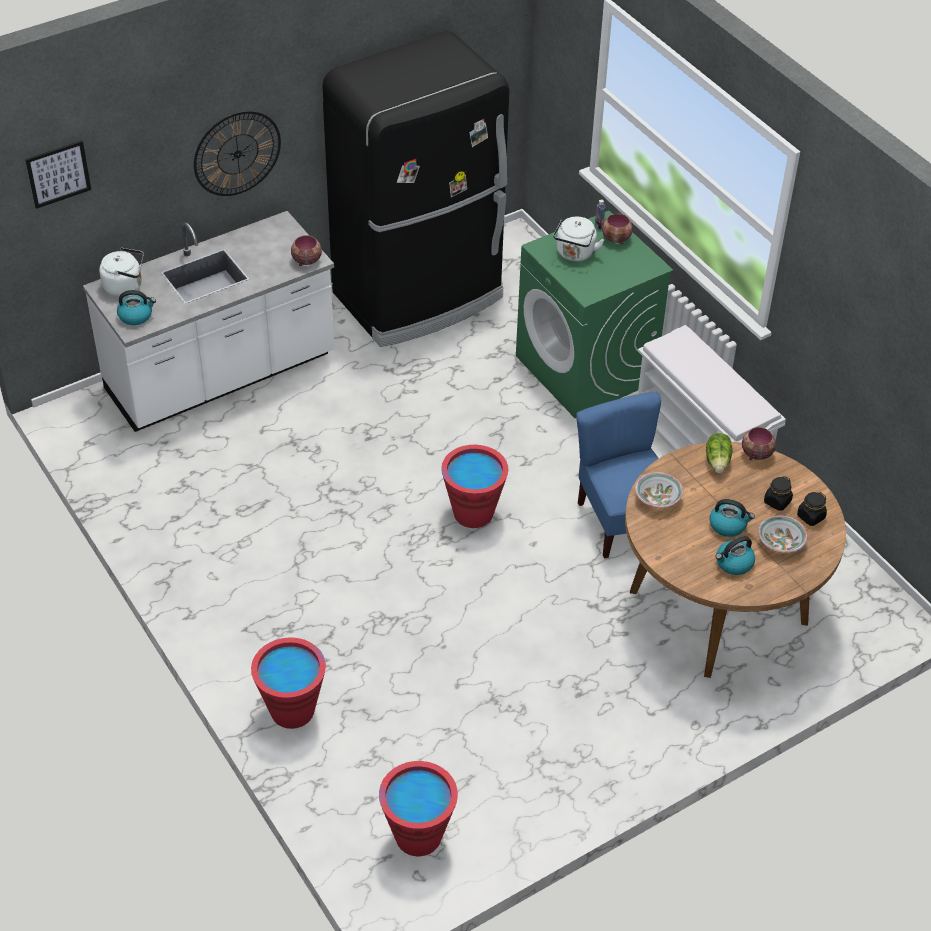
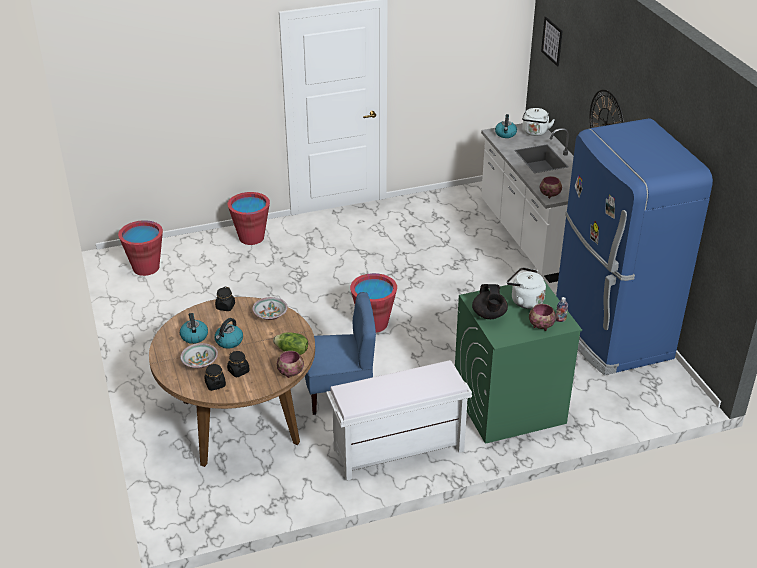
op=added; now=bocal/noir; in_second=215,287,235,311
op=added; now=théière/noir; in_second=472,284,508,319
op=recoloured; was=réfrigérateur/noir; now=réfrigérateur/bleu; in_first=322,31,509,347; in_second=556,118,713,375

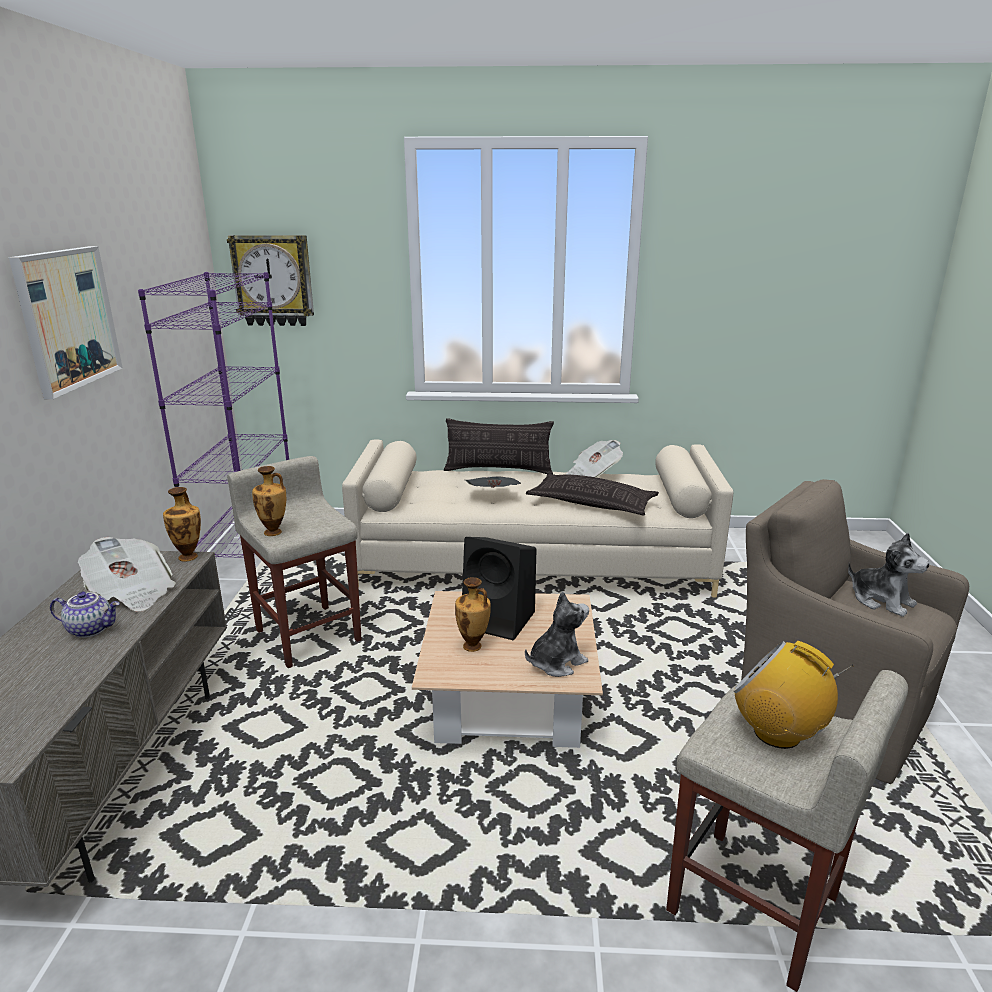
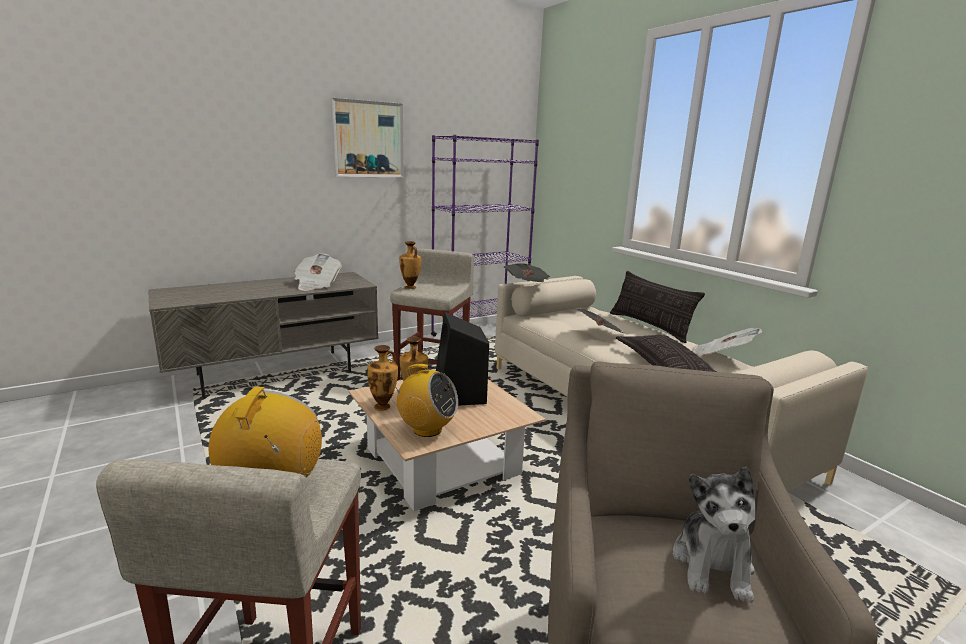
op=moved; was=vase; in_first=163,487,201,562; in_second=367,345,398,411
op=replaced; was=peluche; now=radio; in_first=525,591,589,677; in_second=391,364,458,437
op=added; now=journal; in_second=504,263,550,282
op=removed; was=théière; in_first=50,592,120,638
op=removed; was=horloge murale; in_first=227,235,314,326

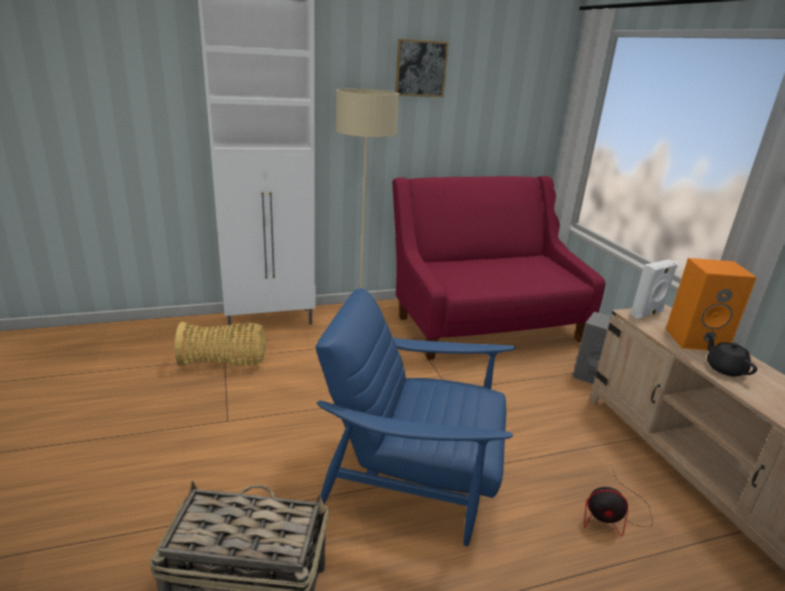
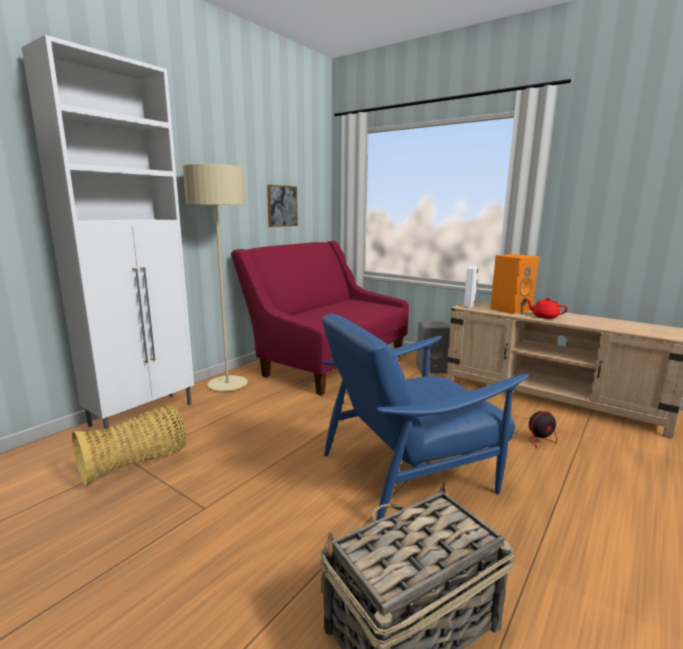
op=moved; was=tableau; in_first=395,39,449,97; in_second=267,185,298,227
op=recoloured; was=théière/noir; now=théière/rouge; in_first=707,334,757,377; in_second=525,298,568,319

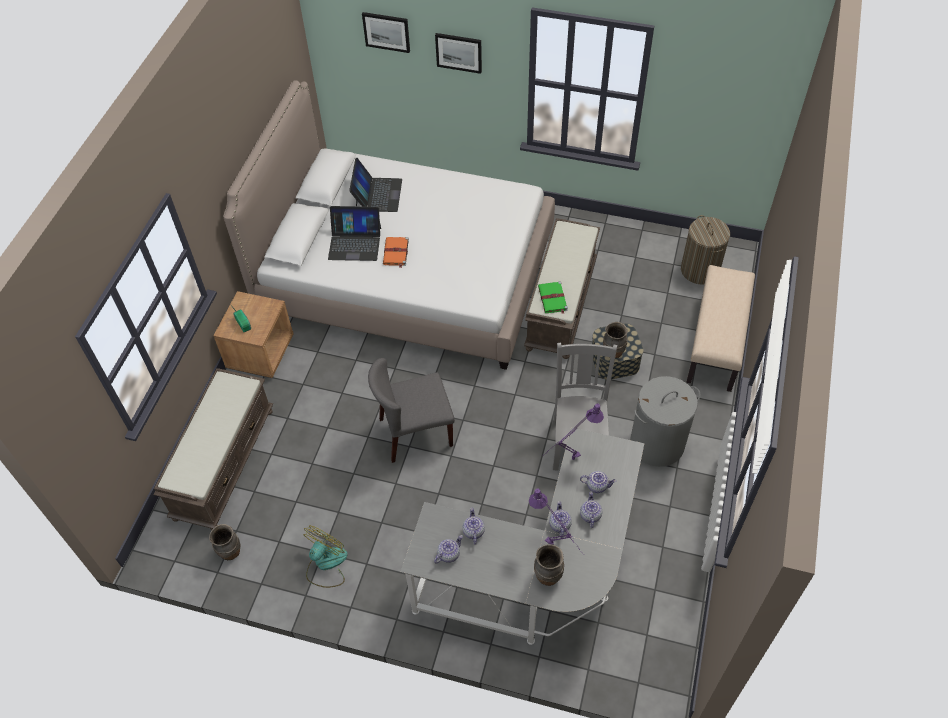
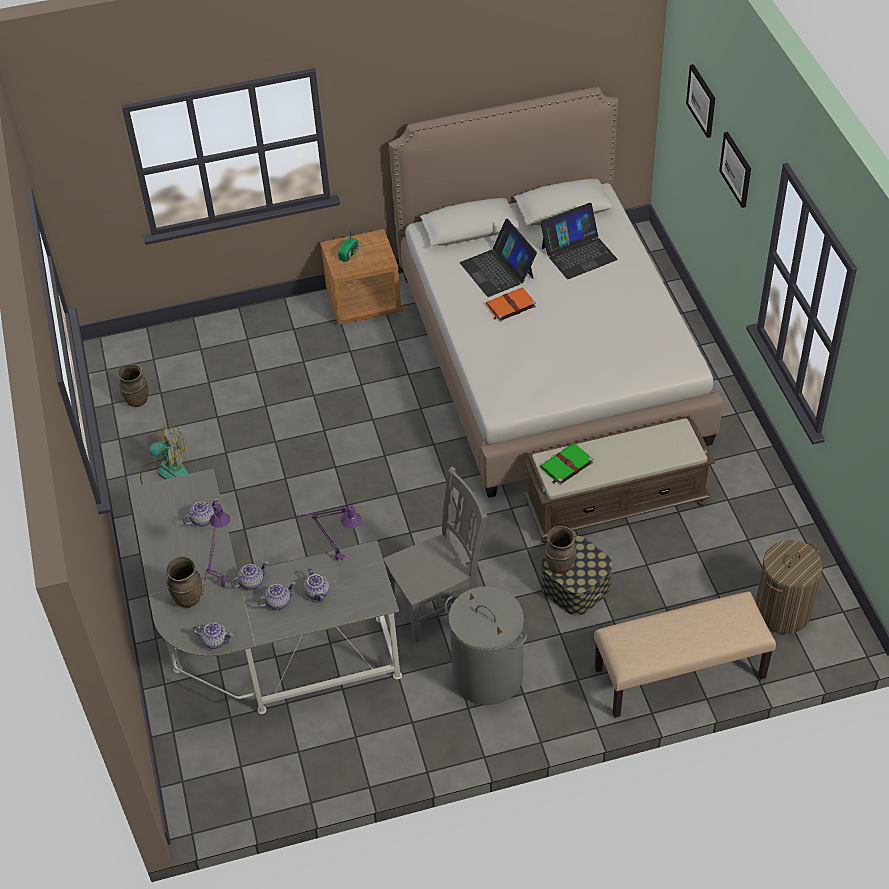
op=moved; was=théière; in_first=434,535,463,563; in_second=193,622,233,649
op=removed; was=banc/marron; in_first=154,368,273,531
op=removed; was=chaise/gris; in_first=368,358,455,463

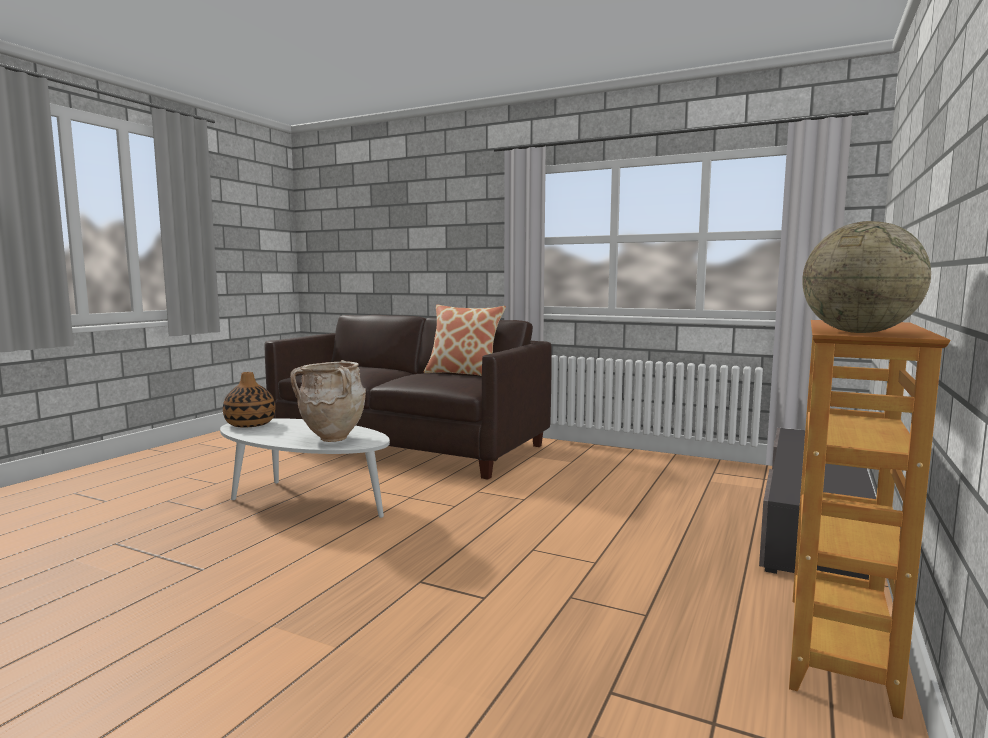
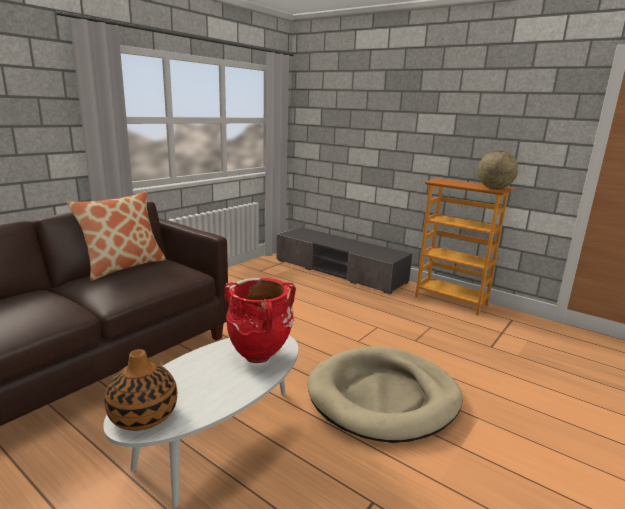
op=recoloured; was=vase/beige; now=vase/rouge; in_first=290,360,366,442; in_second=224,278,296,363
op=added; now=panier pour chien/beige; in_second=308,346,463,443

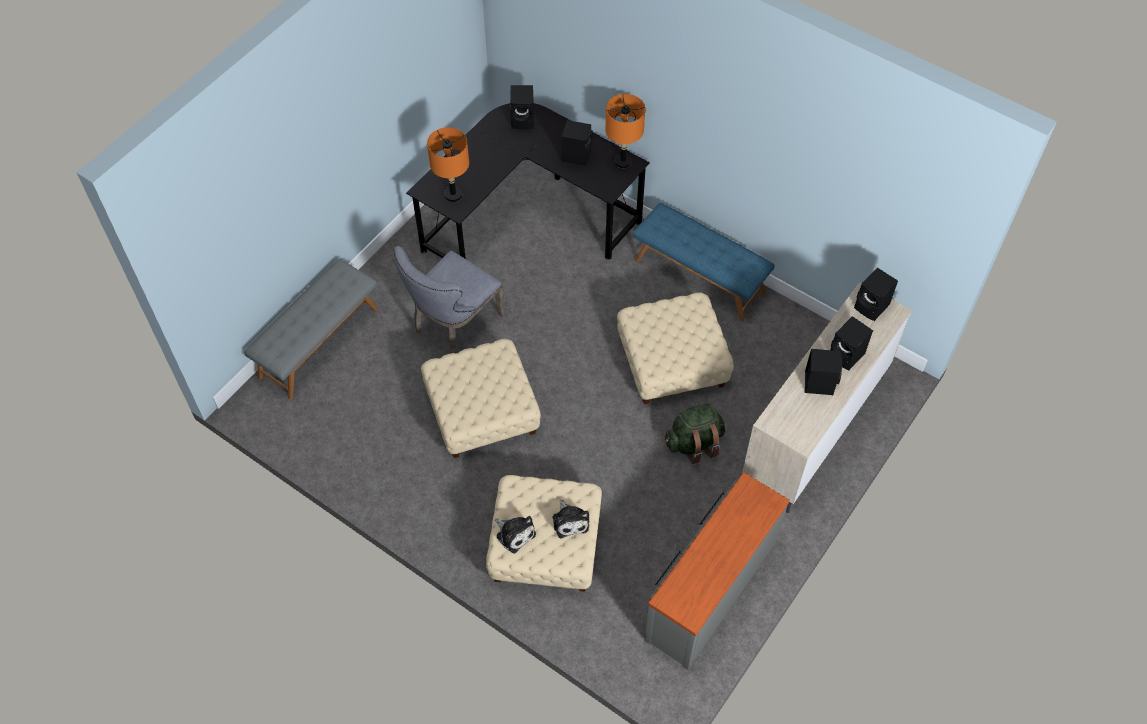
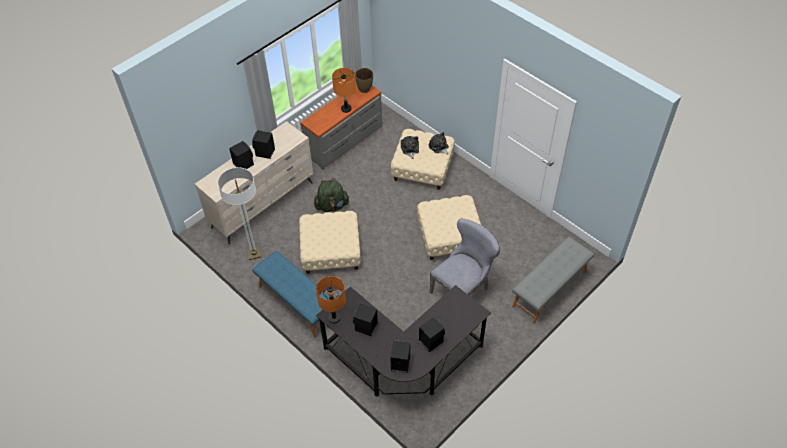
op=added; now=lampadaire; in_second=218,167,261,260
op=moved; was=lampe de table/orange; in_first=427,127,469,202; in_second=332,68,356,113
op=added; now=vase/marron; in_second=355,68,373,93
op=moved; was=enceinte/noir; in_first=854,268,898,321; in_second=419,317,445,352

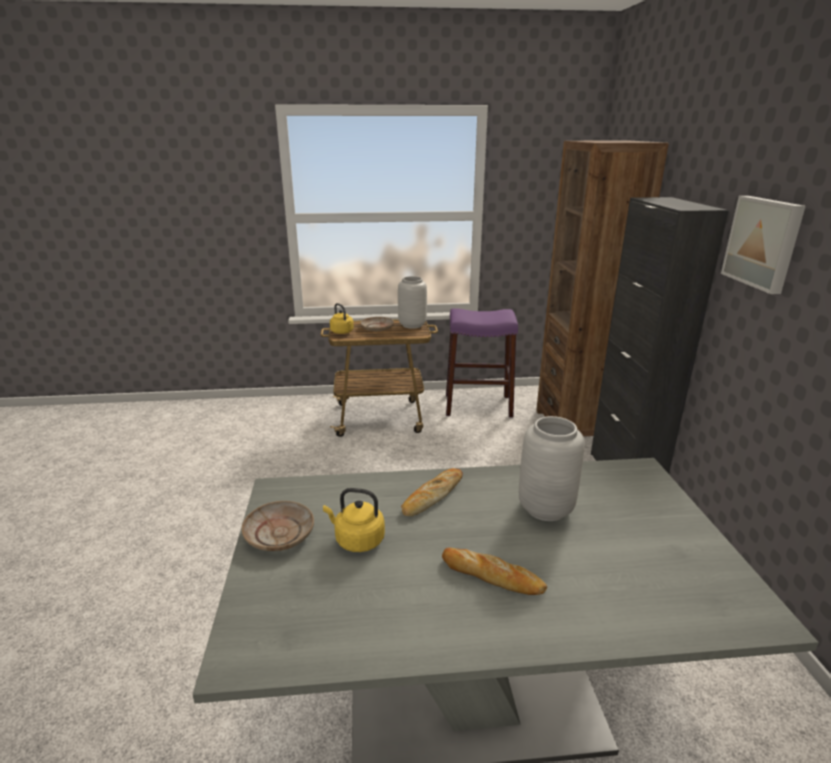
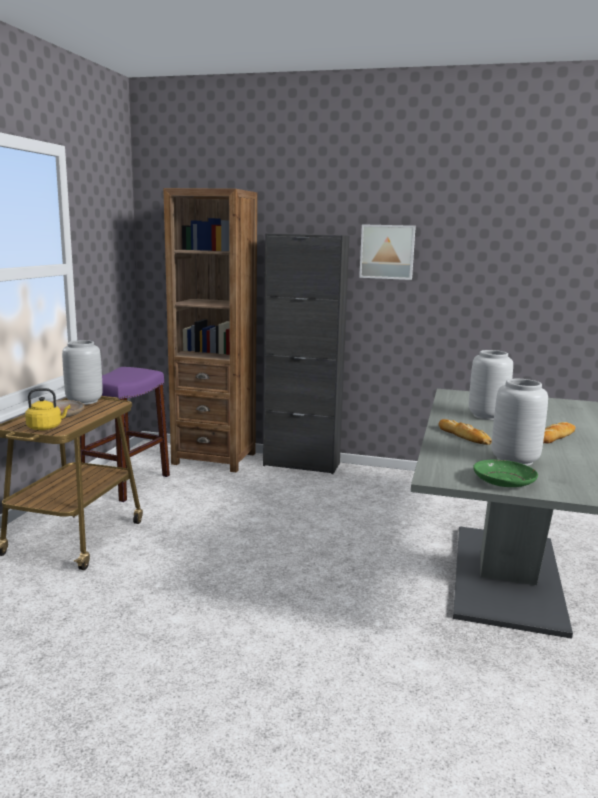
op=recoloured; was=assiette/beige; now=assiette/vert; in_first=242,501,314,551; in_second=473,460,538,487
op=replaced; was=bouilloire/jaune; now=vase/gris; in_first=323,488,385,552; in_second=492,379,548,466

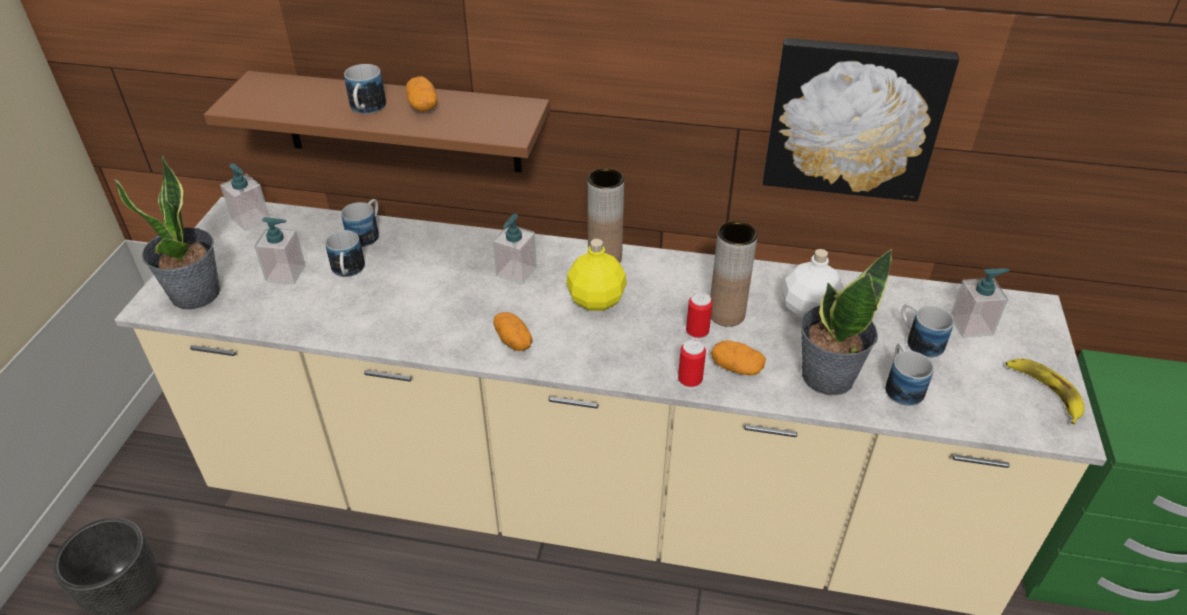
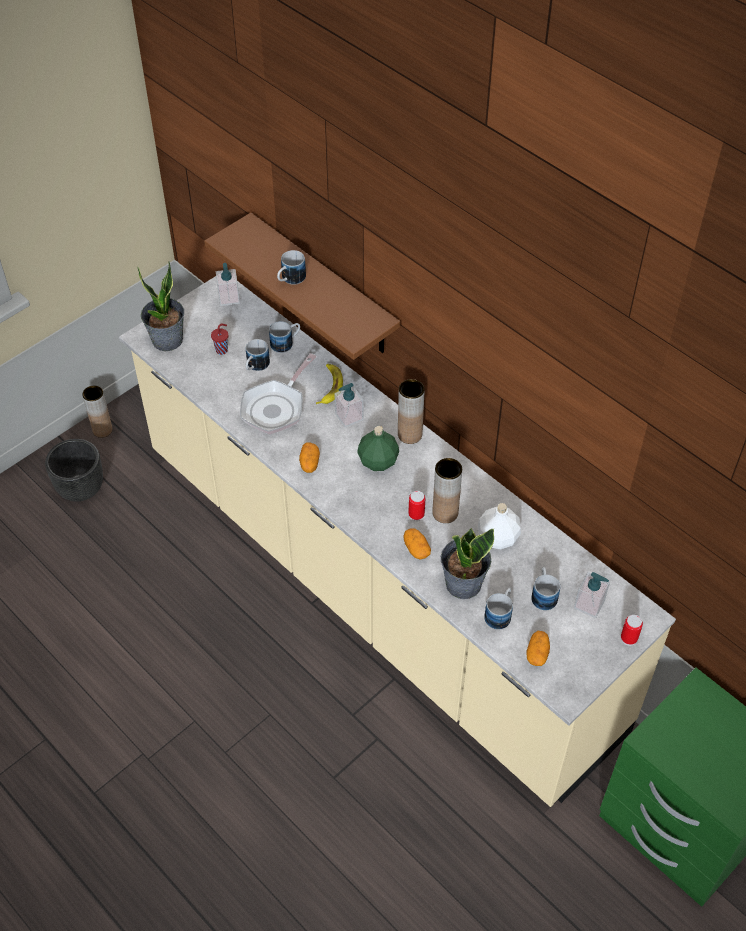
op=added; now=vase/marron; in_second=82,386,113,438
op=replaced; was=distributeur de savon; now=tasse/rouge; in_first=254,217,306,284; in_second=211,324,228,355
op=added; now=poêle; in_second=240,353,317,434
op=moved; was=banane; in_first=1006,359,1085,424; in_second=316,364,343,404
op=recoloured; was=bouteille/jaune; now=bouteille/vert; in_first=566,239,627,311; in_second=357,426,399,471
op=moved; was=pomme de terre; in_first=406,76,438,111; in_second=527,631,550,666
op=moved; was=boîte métallique; in_first=678,339,706,389; in_second=621,615,643,646
op=removed; was=tableau; in_first=763,38,959,202

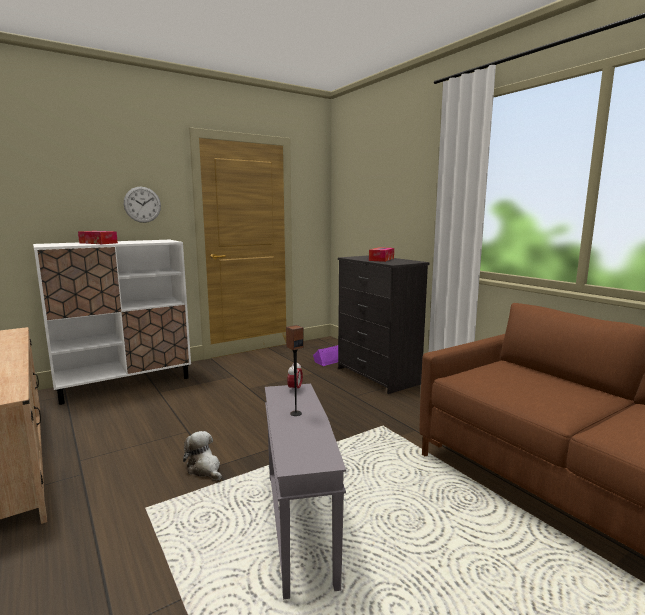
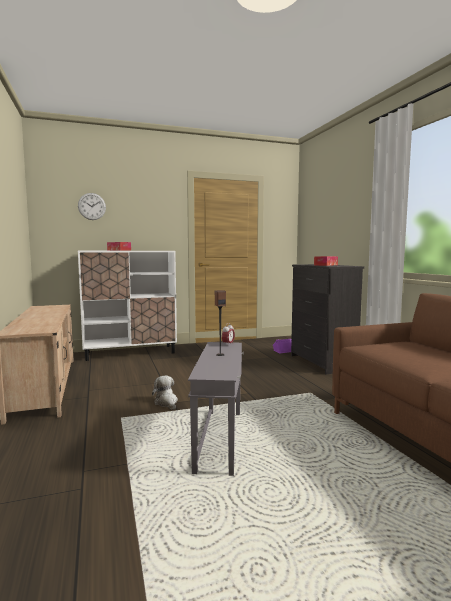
op=moved; was=horloge murale; in_first=124,187,161,223; in_second=78,193,106,220

